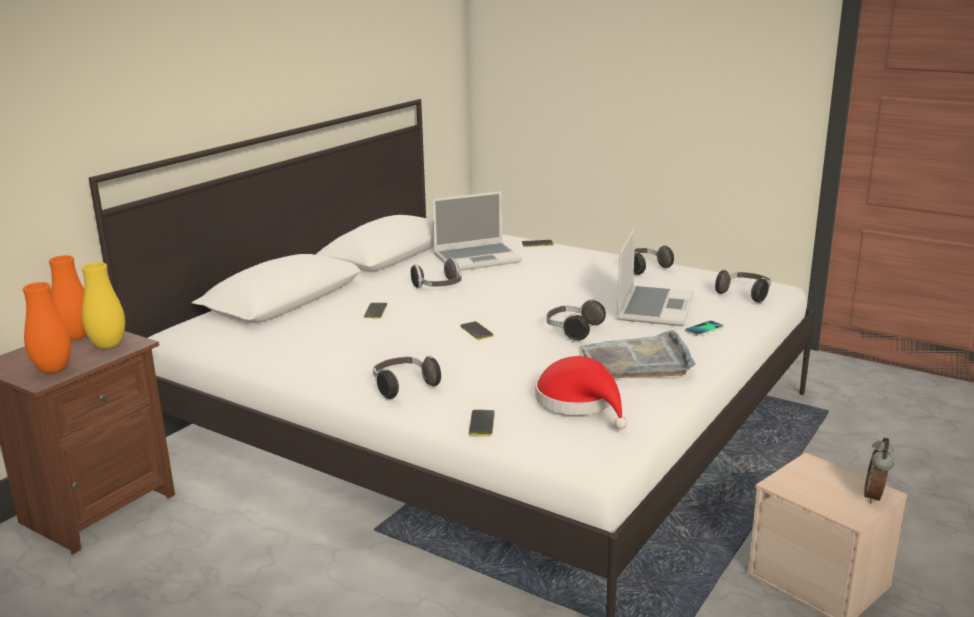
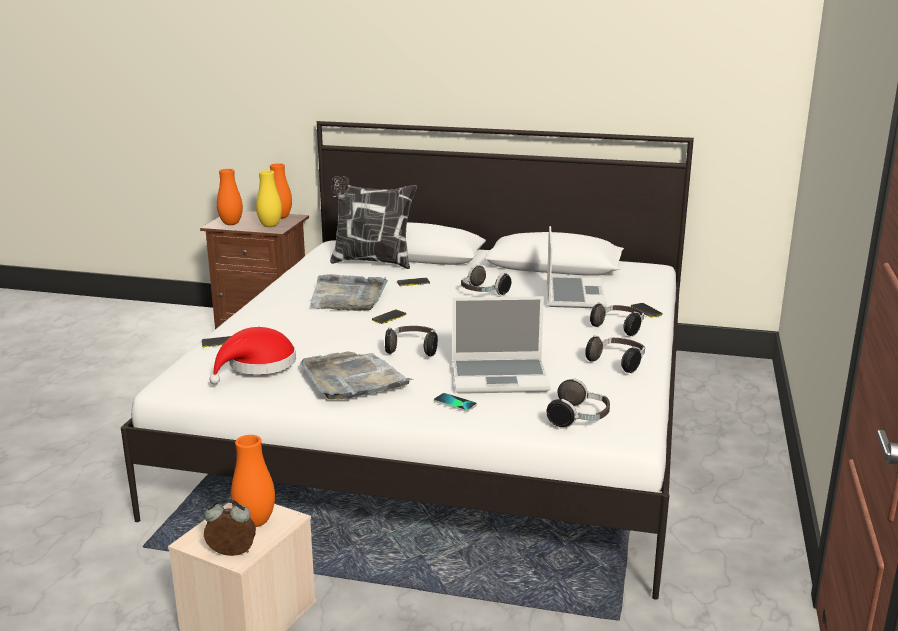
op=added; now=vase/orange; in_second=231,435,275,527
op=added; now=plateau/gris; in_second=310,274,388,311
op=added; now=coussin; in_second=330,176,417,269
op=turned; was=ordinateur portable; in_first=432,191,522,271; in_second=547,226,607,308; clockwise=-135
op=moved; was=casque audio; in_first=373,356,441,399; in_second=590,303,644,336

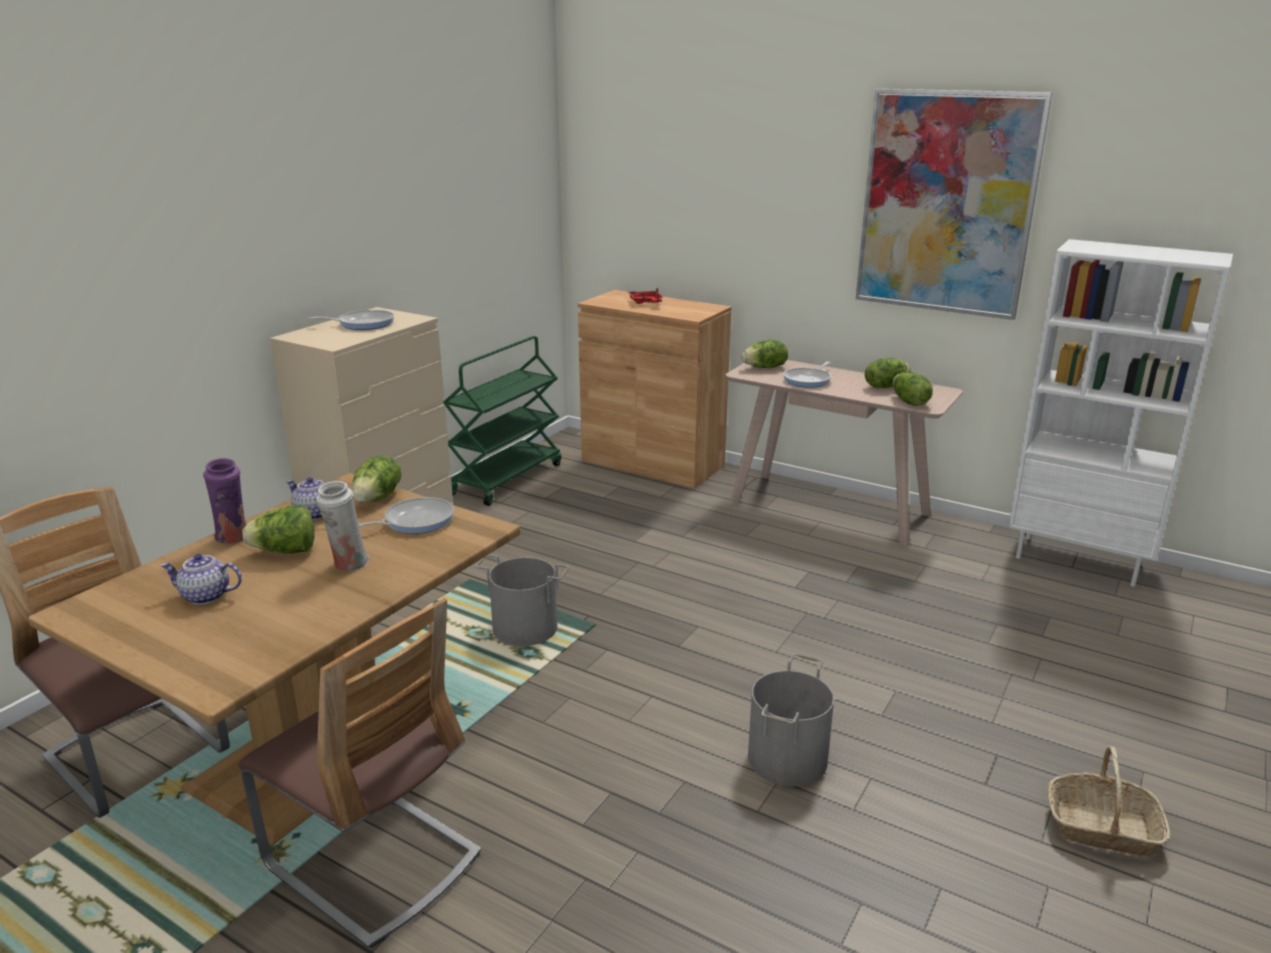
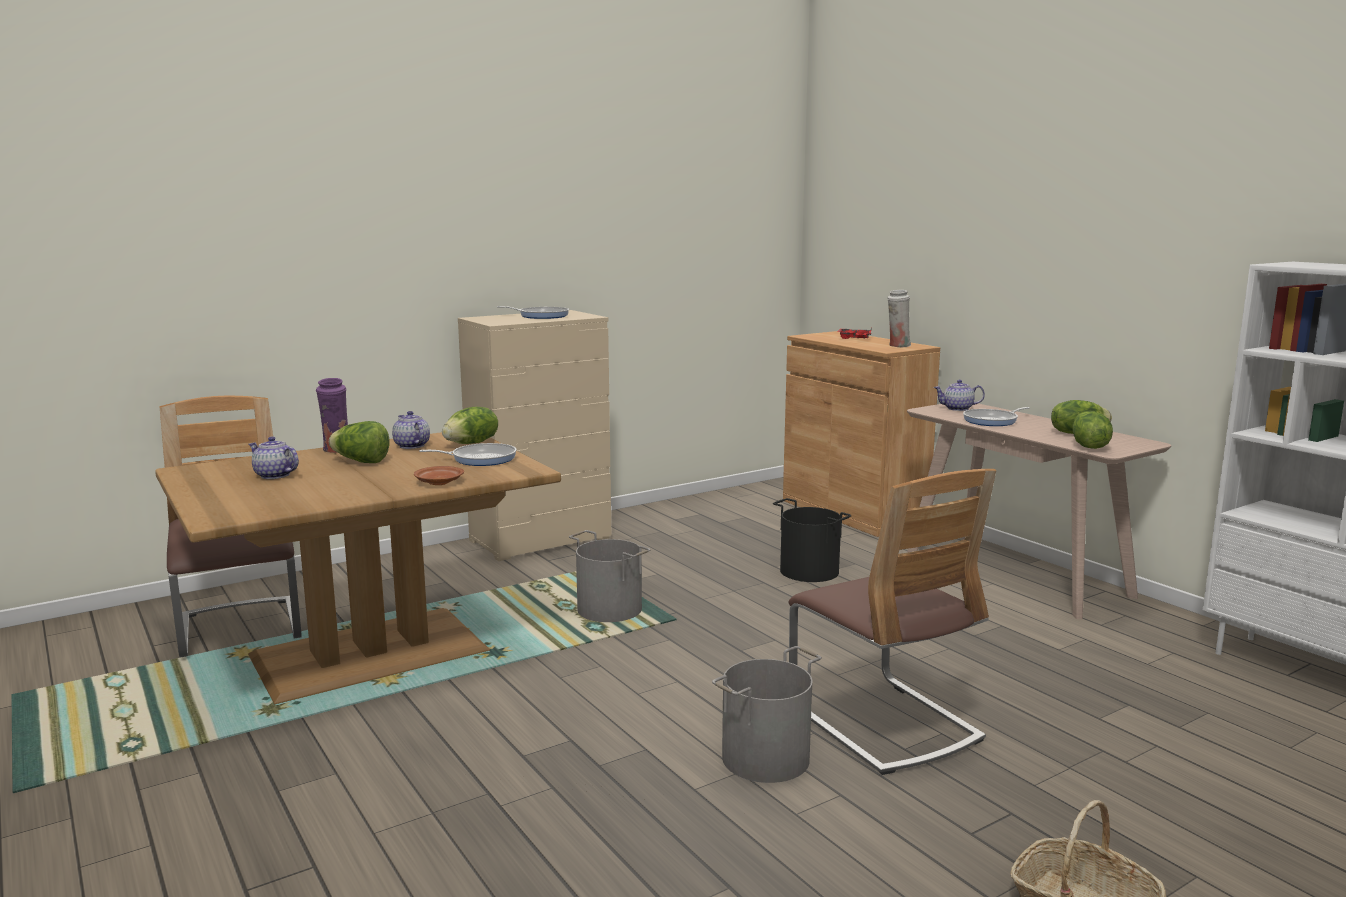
op=added; now=assiette/marron; in_second=414,466,464,485
op=added; now=seau/noir; in_second=773,498,852,582
op=moved; was=chaise; in_first=238,598,481,948; in_second=788,469,996,775
op=moved; was=vase/blanc; in_first=316,481,369,571; in_second=888,290,911,347
op=replaced; was=laitue; now=théière; in_first=741,340,788,368; in_second=934,380,985,411
op=removed; was=chariot/vert; in_first=443,336,561,506
op=removed; was=tableau; in_first=856,89,1053,320

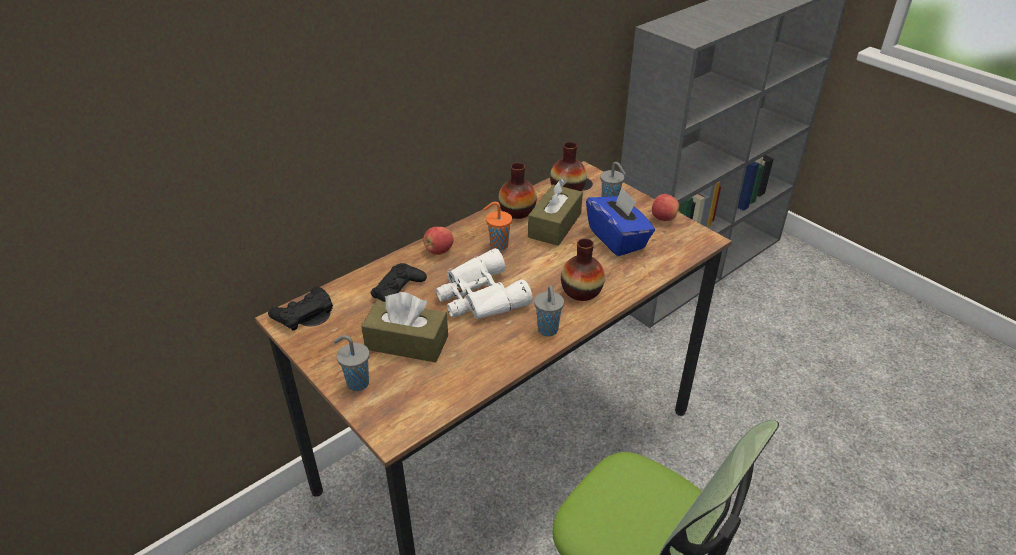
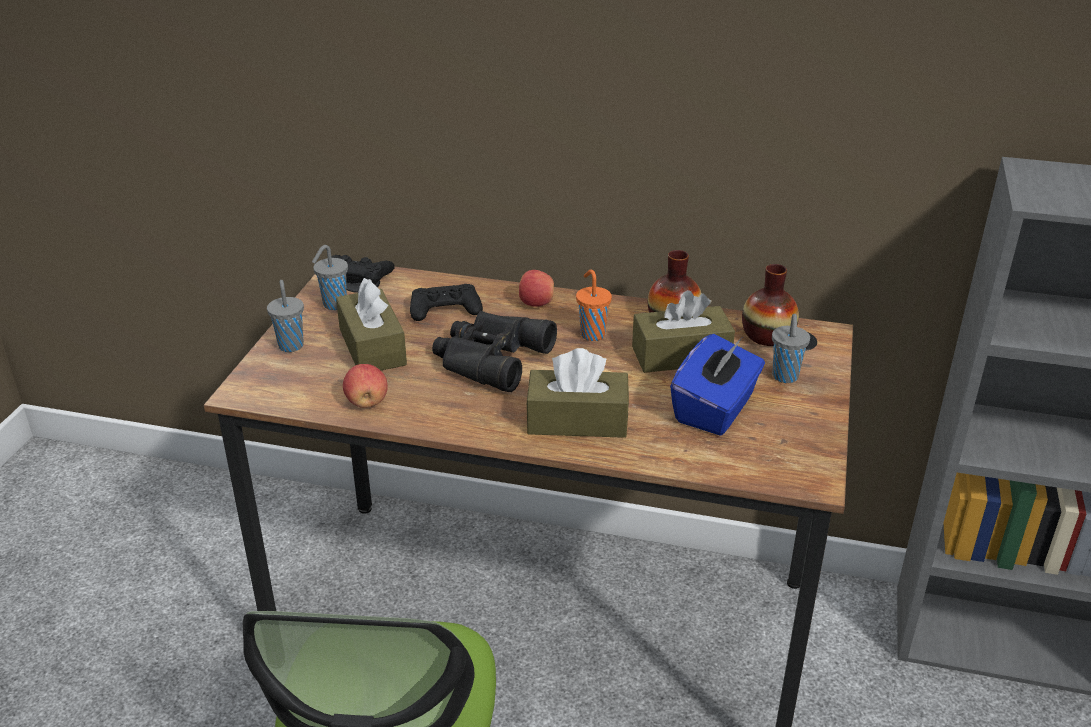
op=moved; was=tasse/gris; in_first=534,285,564,336; in_second=312,245,348,310
op=moved; was=pomme; in_first=652,194,679,221; in_second=343,364,388,408
op=recoloured; was=jumelles/blanc; now=jumelles/noir; in_first=436,248,533,319; in_second=432,311,557,392
op=replaced; was=vase; now=boîte à mouchoirs/marron; in_first=561,238,605,301; in_second=526,348,629,438

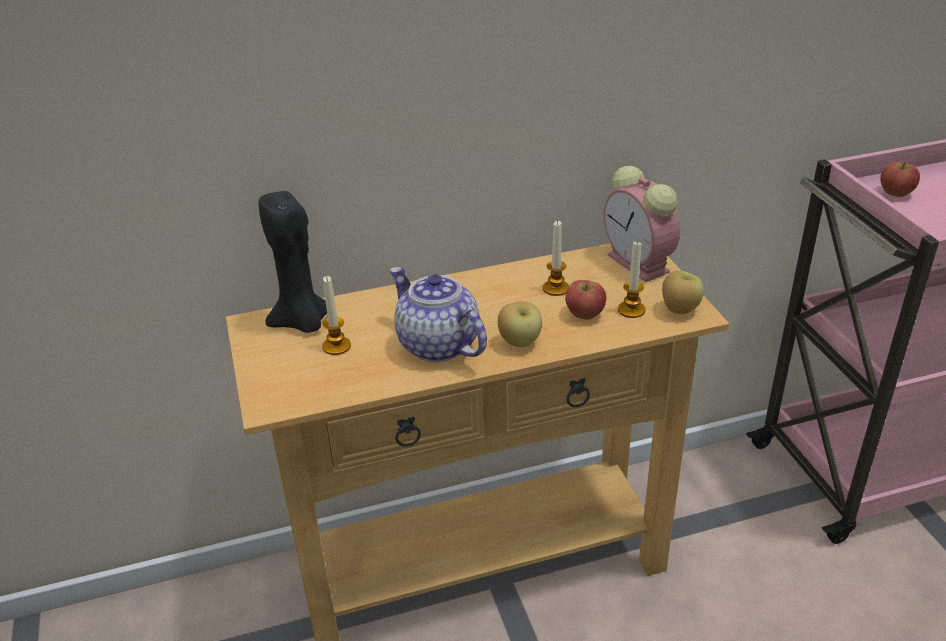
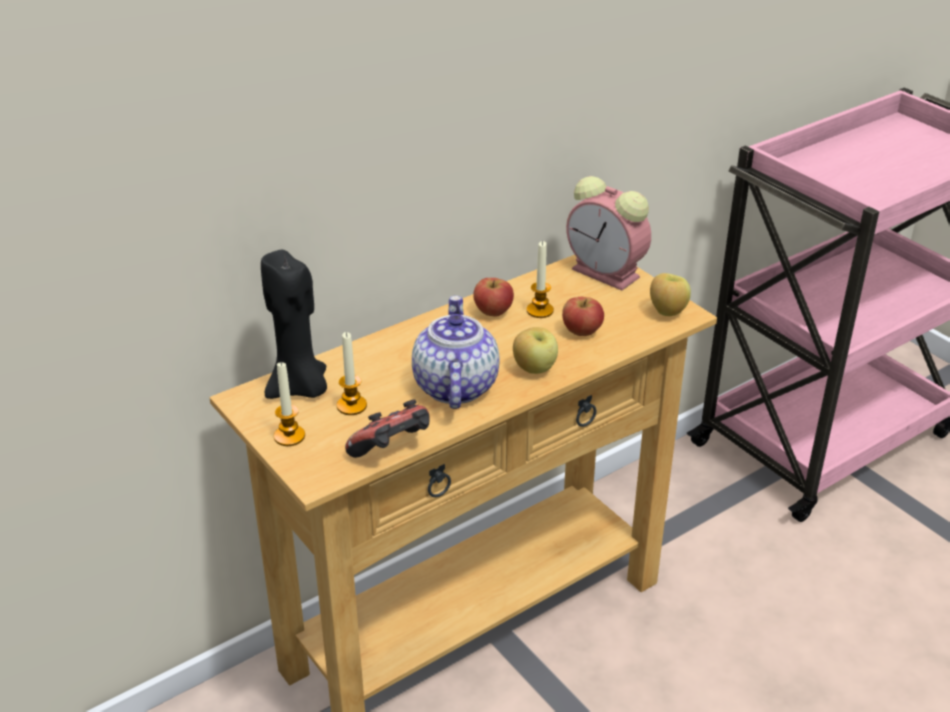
op=moved; was=bougie; in_first=618,240,646,318; in_second=274,362,305,446
op=added; now=manette; in_second=345,399,430,458
op=turned; was=théière; in_first=390,267,487,362; in_second=412,296,500,409; clockwise=60
op=moved; was=pomme; in_first=880,161,920,197; in_second=473,278,514,316

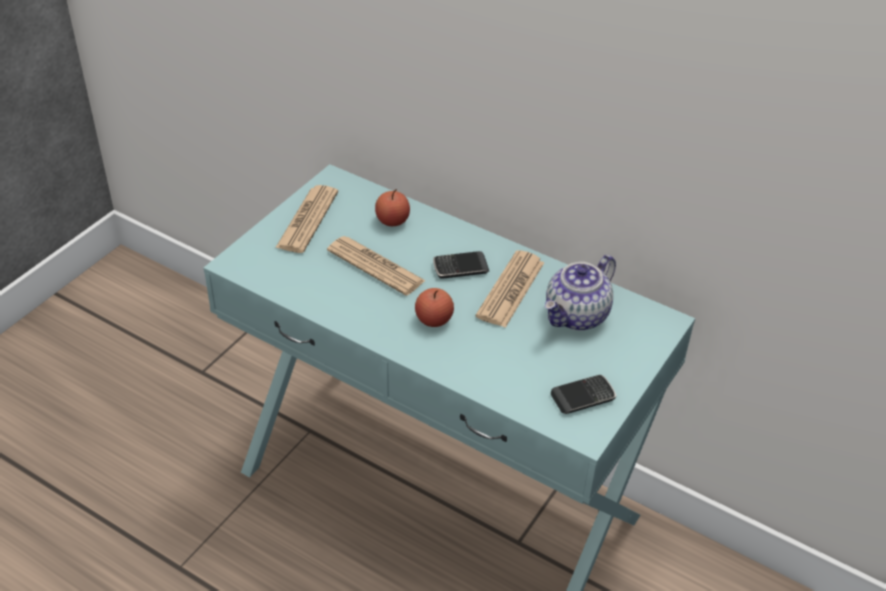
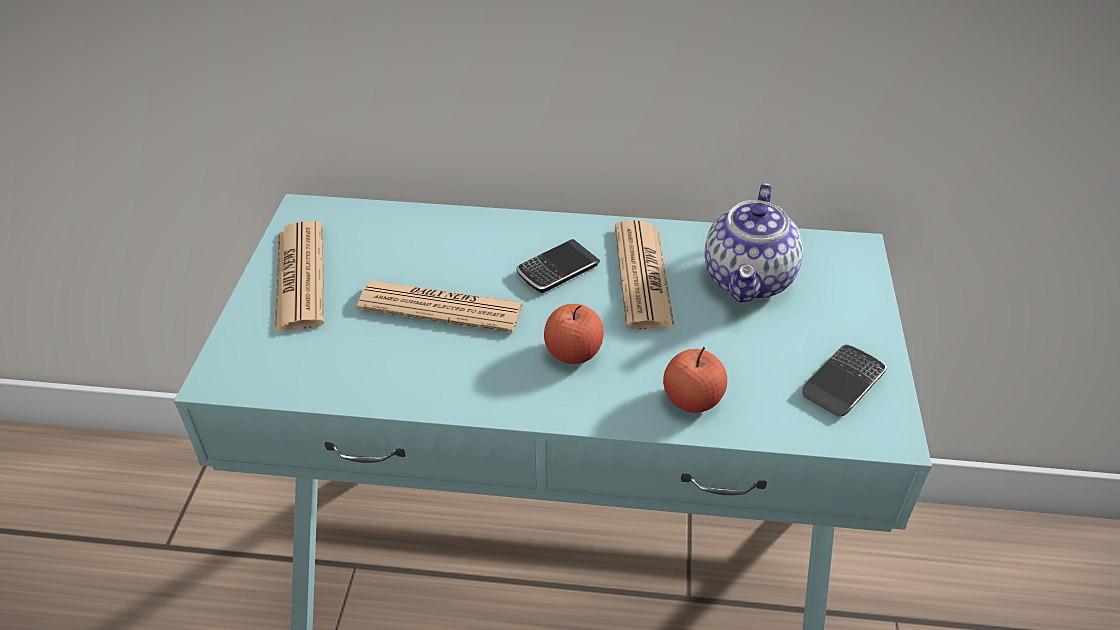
op=moved; was=pomme; in_first=375,189,410,226; in_second=663,347,727,413

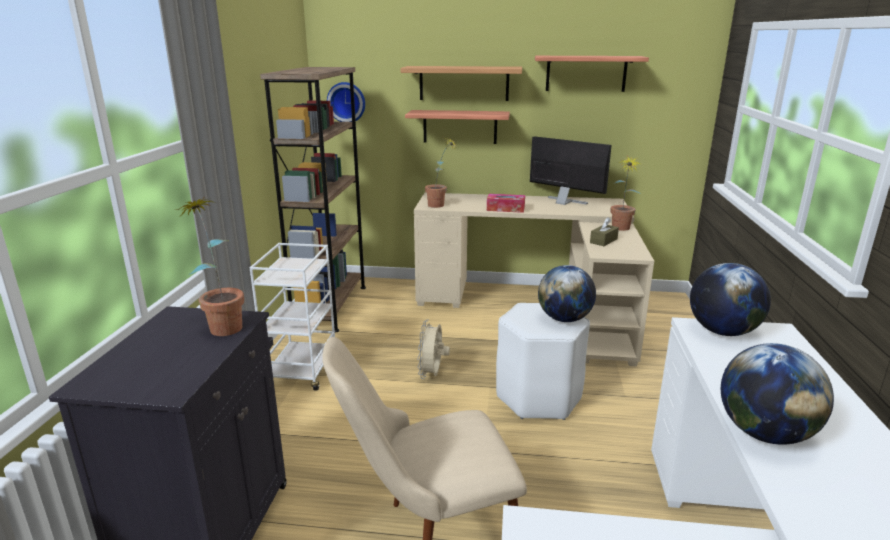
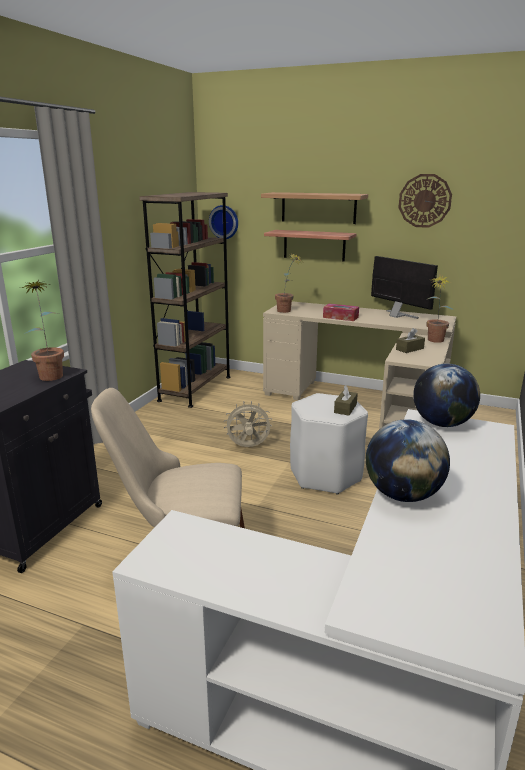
op=turned; was=ventilateur/beige; in_first=417,320,450,379; in_second=224,401,272,447; clockwise=60
op=replaced; was=globe; now=boîte à mouchoirs/marron; in_first=538,265,596,322; in_second=334,385,358,416
op=replaced; was=étagère; now=horloge murale; in_first=535,56,649,92; in_second=398,174,452,228
op=removed; was=chariot/blanc; in_first=250,243,335,391

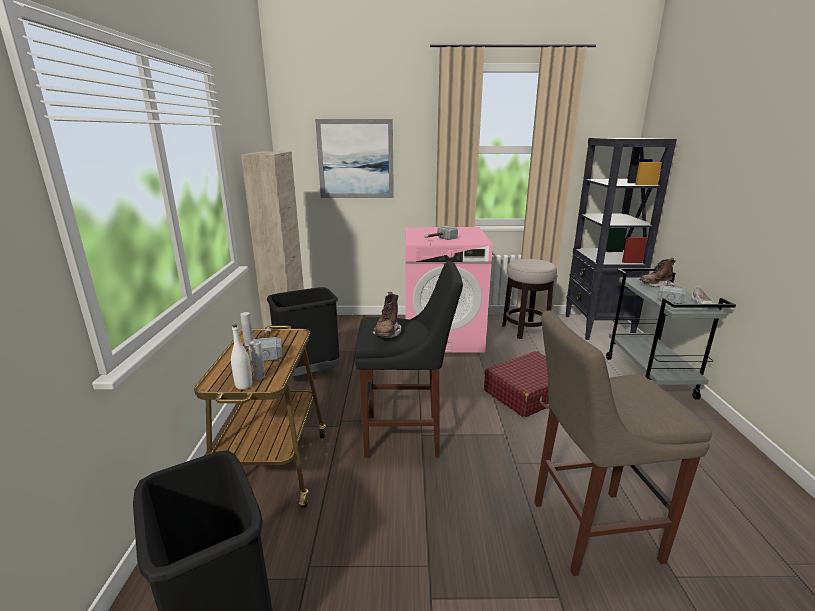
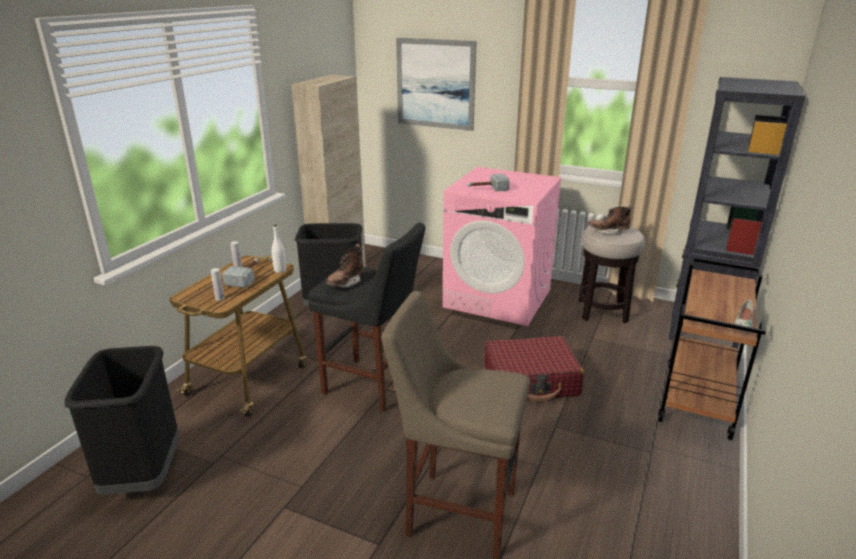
op=moved; was=bouteille/blanc; in_first=231,325,252,390; in_second=271,225,286,273
op=moved; was=botte/marron; in_first=640,258,676,287; in_second=588,206,632,235
op=recoloured; was=chariot/gris; now=chariot/marron; in_first=606,268,736,399; in_second=658,257,766,440
op=removed; was=marteau; in_first=658,283,686,304

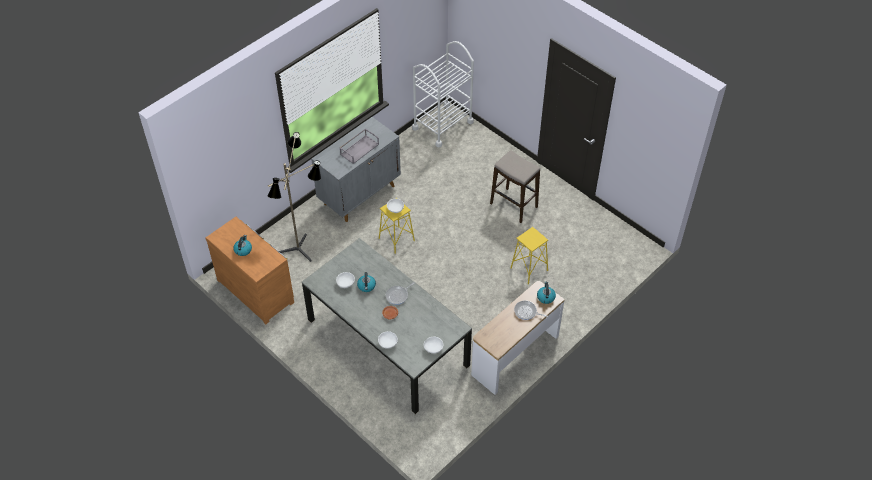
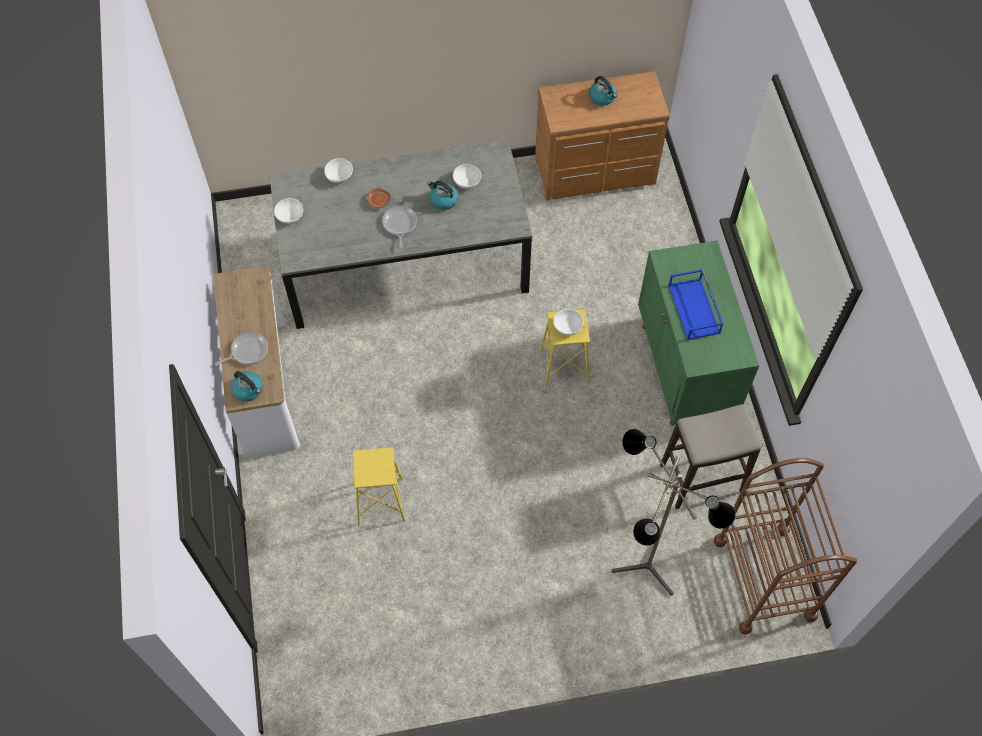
op=moved; was=lampadaire; in_first=268,132,321,262; in_second=612,429,736,596
op=recoloured; was=meuble de rangement/gris; now=meuble de rangement/vert; in_first=311,117,401,222; in_second=638,241,760,426
op=moved; was=tabouret; in_first=490,150,540,223; in_second=660,404,761,509
op=recoloured; was=plateau/gris; now=plateau/bleu; in_first=340,128,379,164; in_second=669,269,723,340
op=recoloured; was=chariot/blanc; now=chariot/marron; in_first=412,41,474,148; in_second=714,458,857,635

